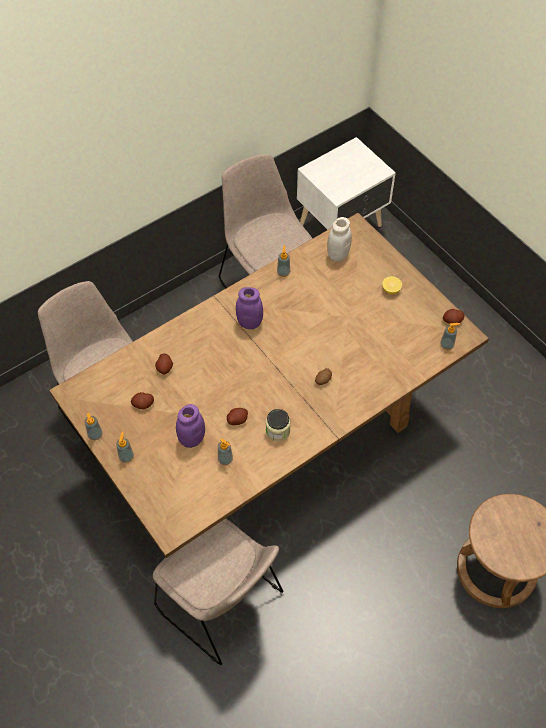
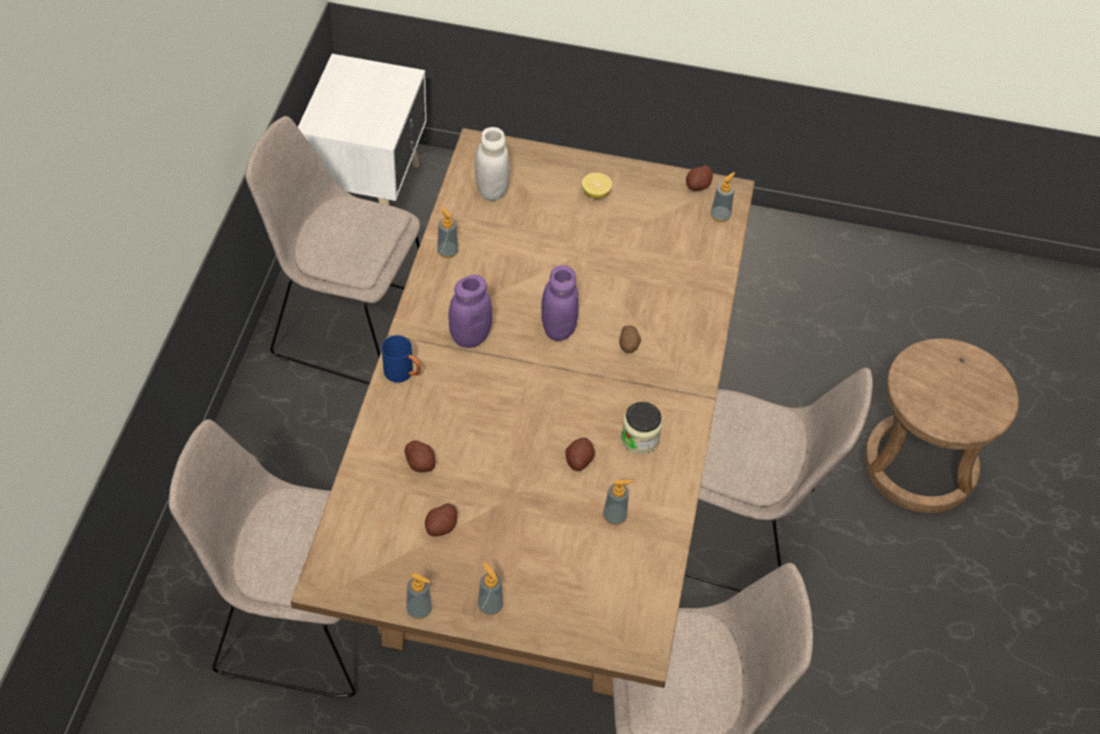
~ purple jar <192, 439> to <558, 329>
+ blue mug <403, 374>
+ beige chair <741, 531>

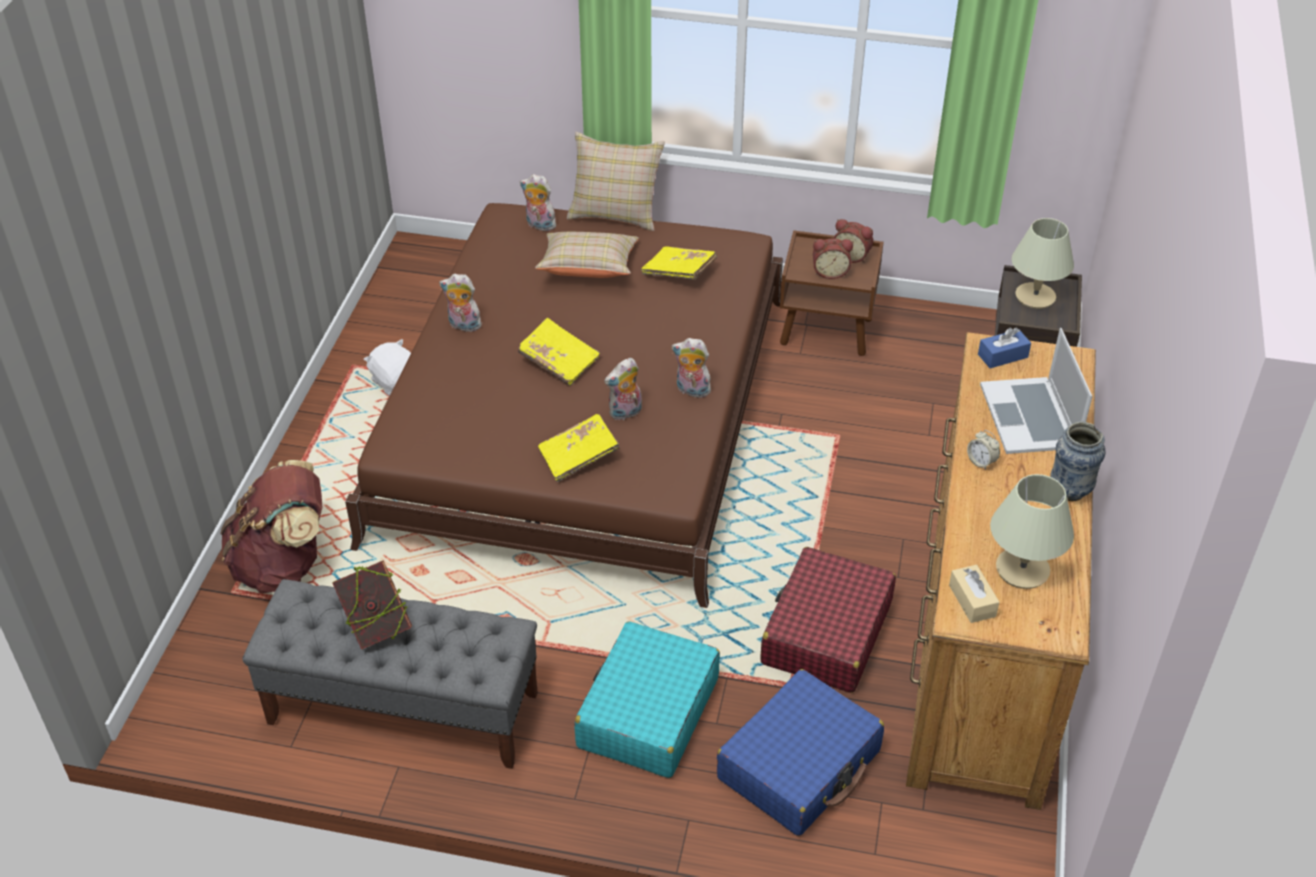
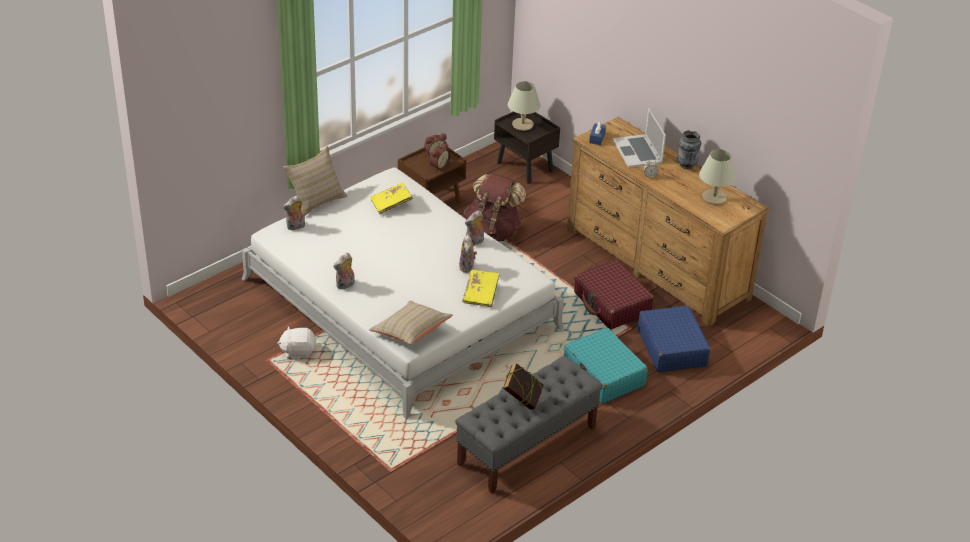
~ brown bed <583, 417> to white bed <400, 304>
~ beige pillow <588, 269> to <410, 332>
- yellow book <559, 361>
~ laptop <1030, 416> = <637, 151> 45 degrees clockwise
~ brown backpack <284, 565> to <492, 232>
- beige tissue box <972, 601>

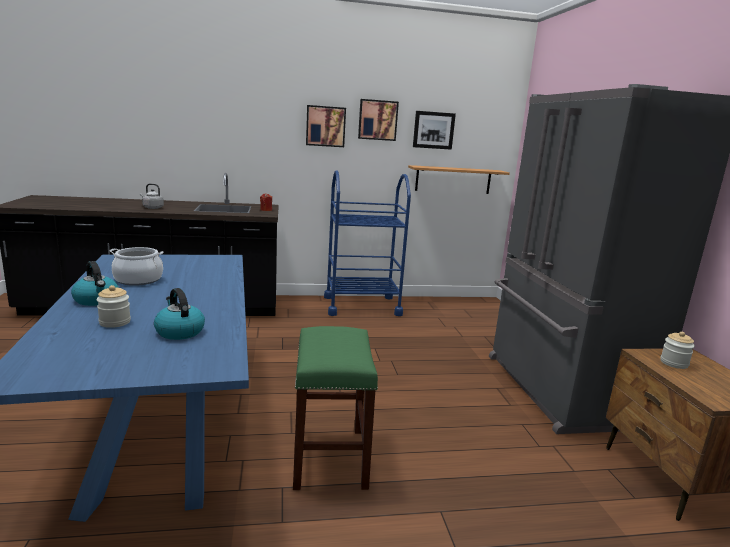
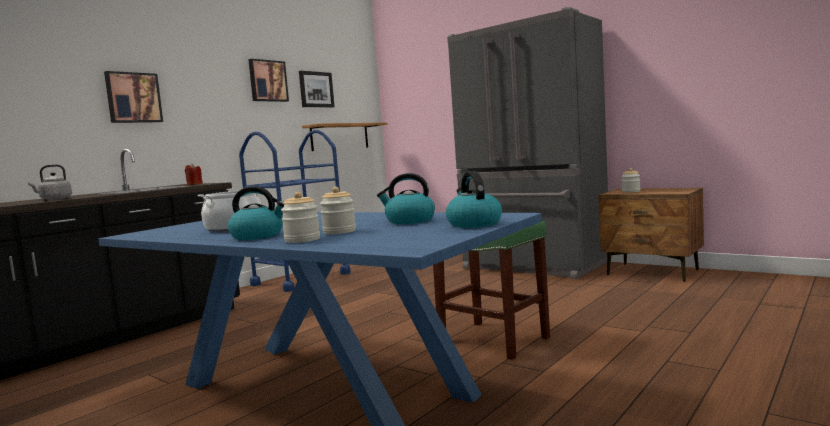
~ picture <325, 126> to <133, 98>
+ kettle <473, 224>
+ jar <302, 240>

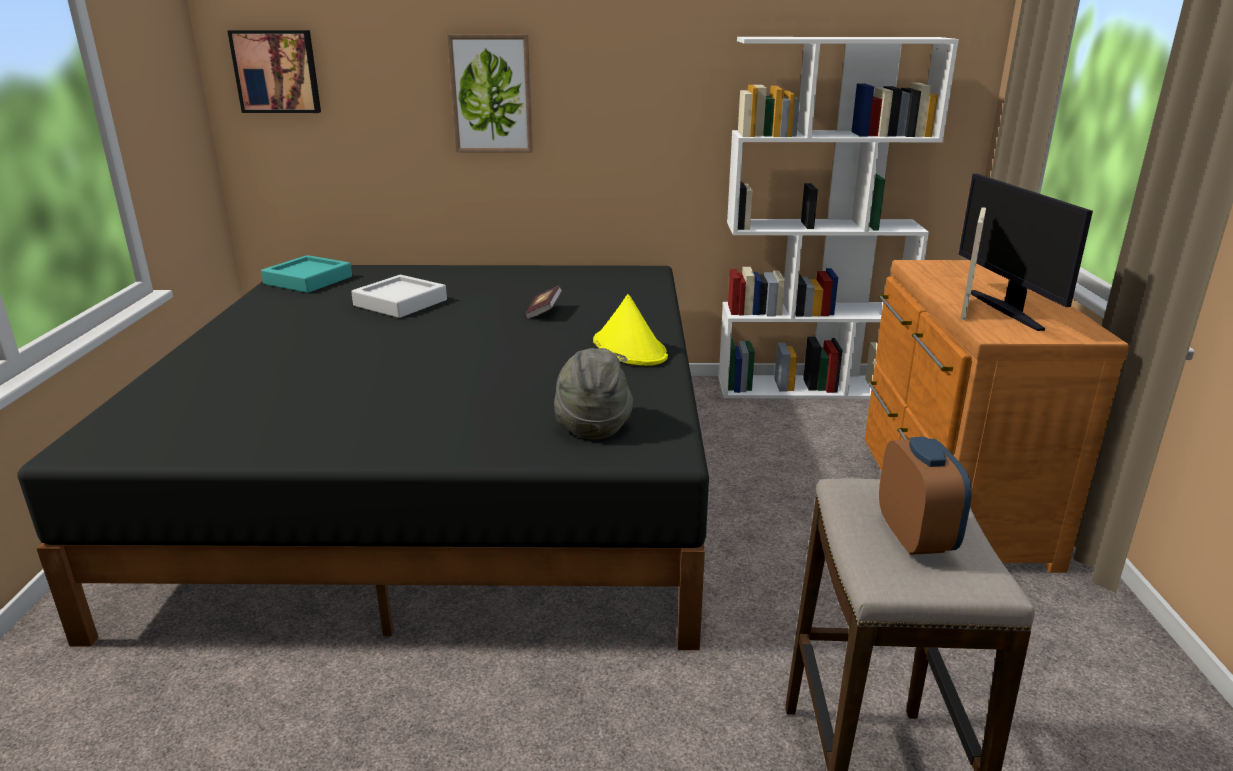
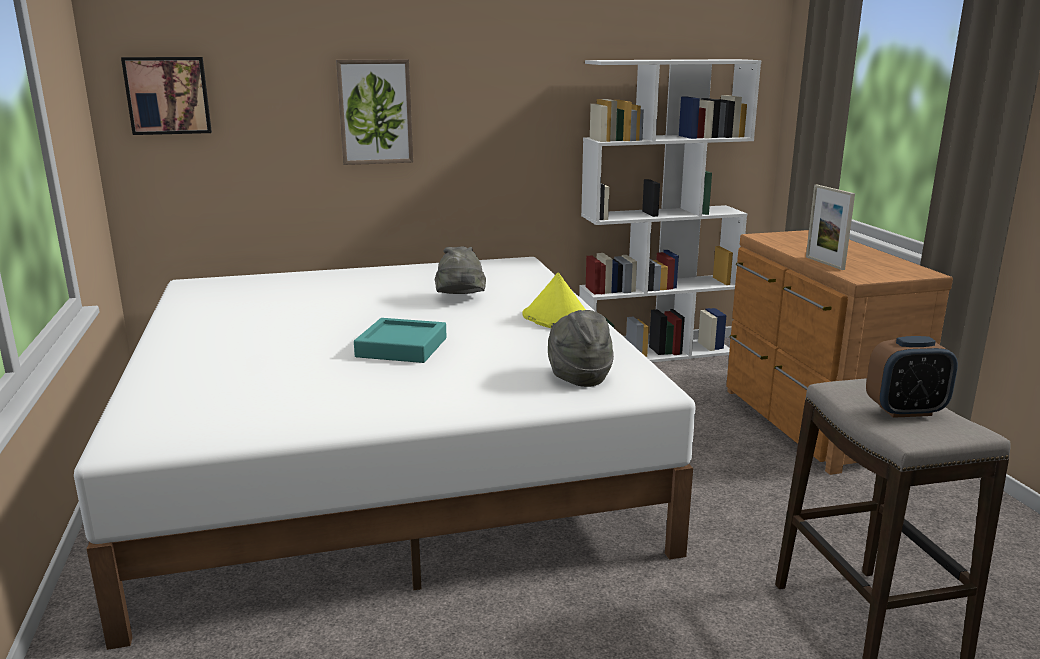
- monitor <1007, 310>
~ picture frame <965, 309> = <824, 263> 150 degrees clockwise
~ turquoise tray <308, 280> to <402, 347>
~ black bed <448, 476> to white bed <389, 457>
- grey tray <400, 303>
~ book <544, 312> to grey hat <460, 299>
~ alarm clock <915, 537> = <905, 411> 105 degrees clockwise

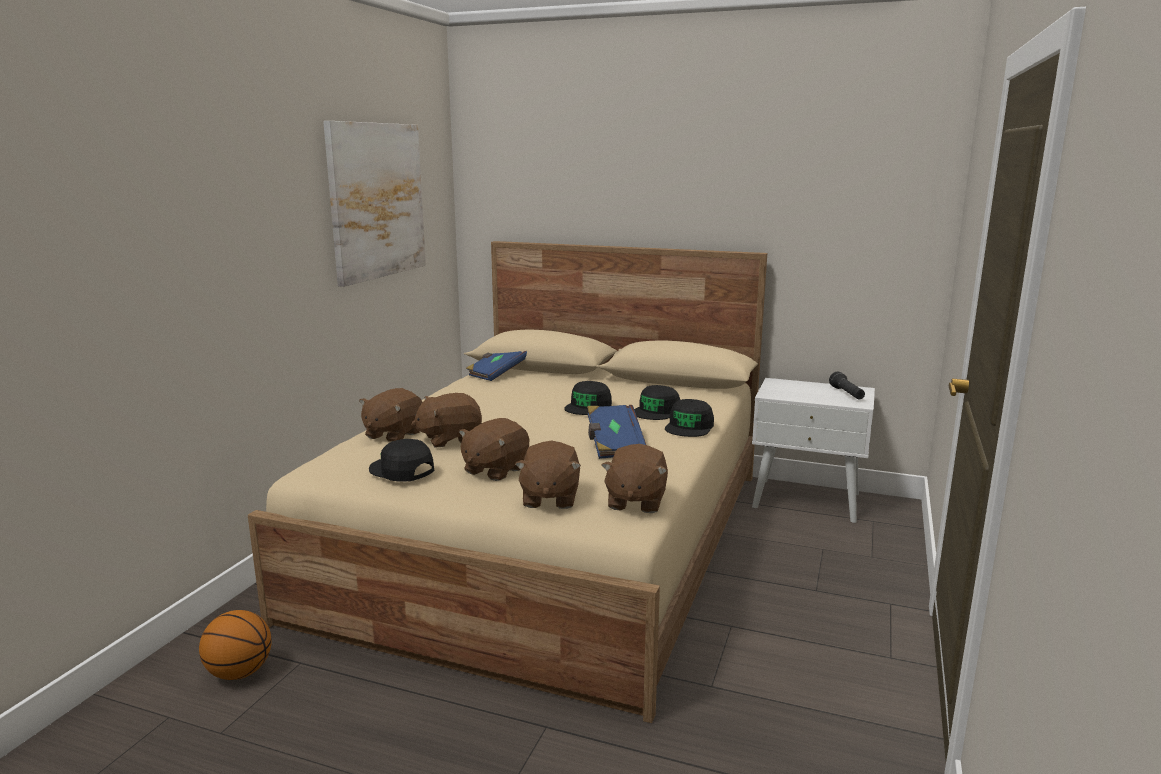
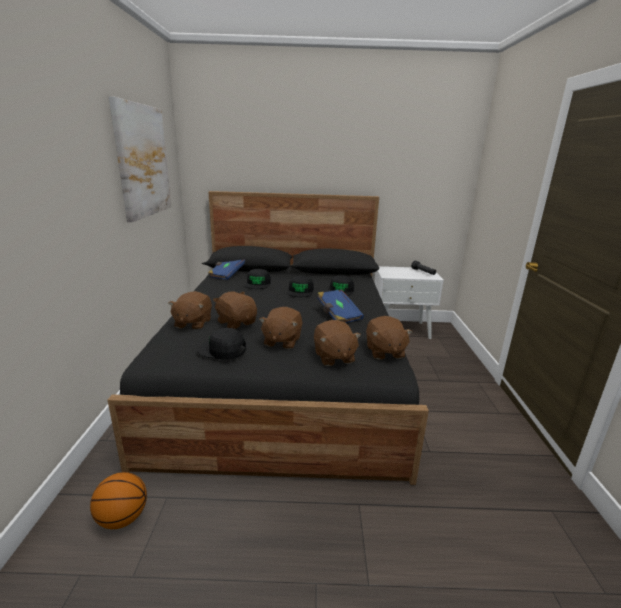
~ beige bed <554, 538> to black bed <285, 372>
~ brown plush toy <449, 439> = <236, 323> 90 degrees clockwise
~ black cap <689, 427> to <258, 284>

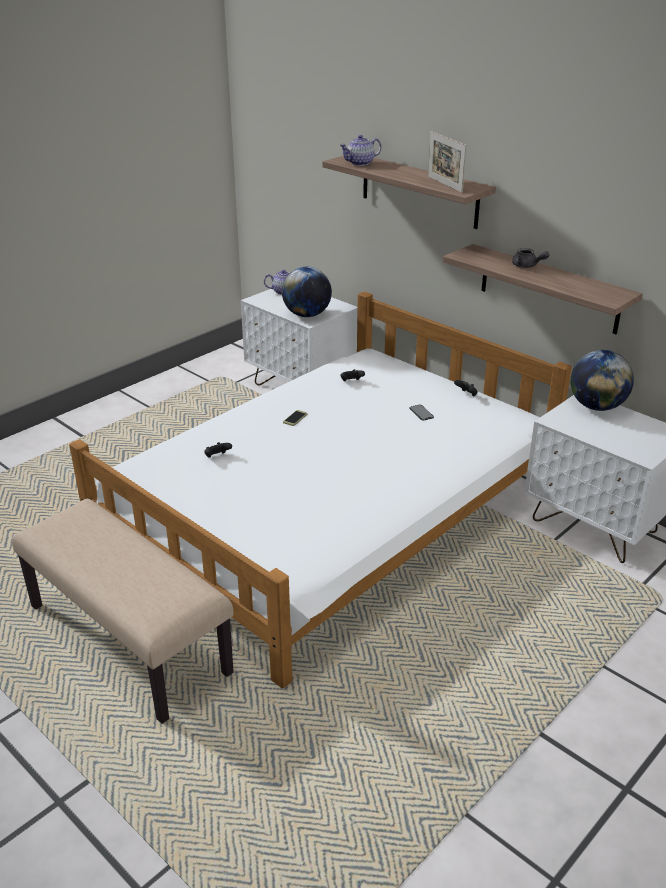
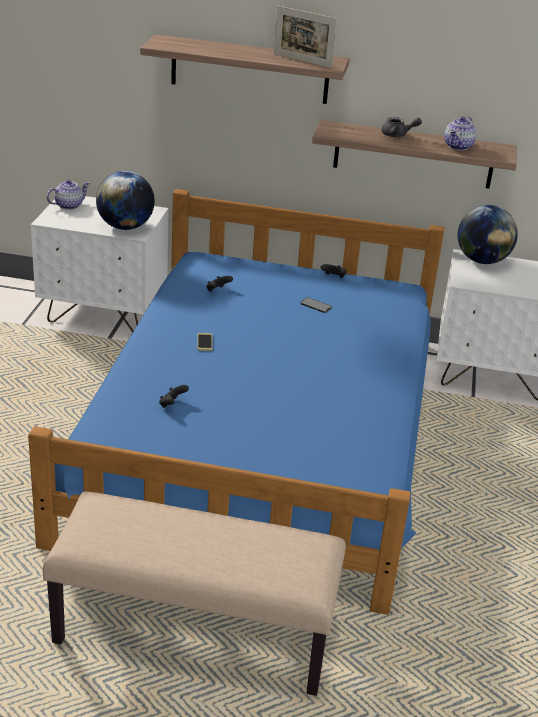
~ teapot <360, 163> to <458, 146>
~ white bed <330, 510> to blue bed <261, 432>

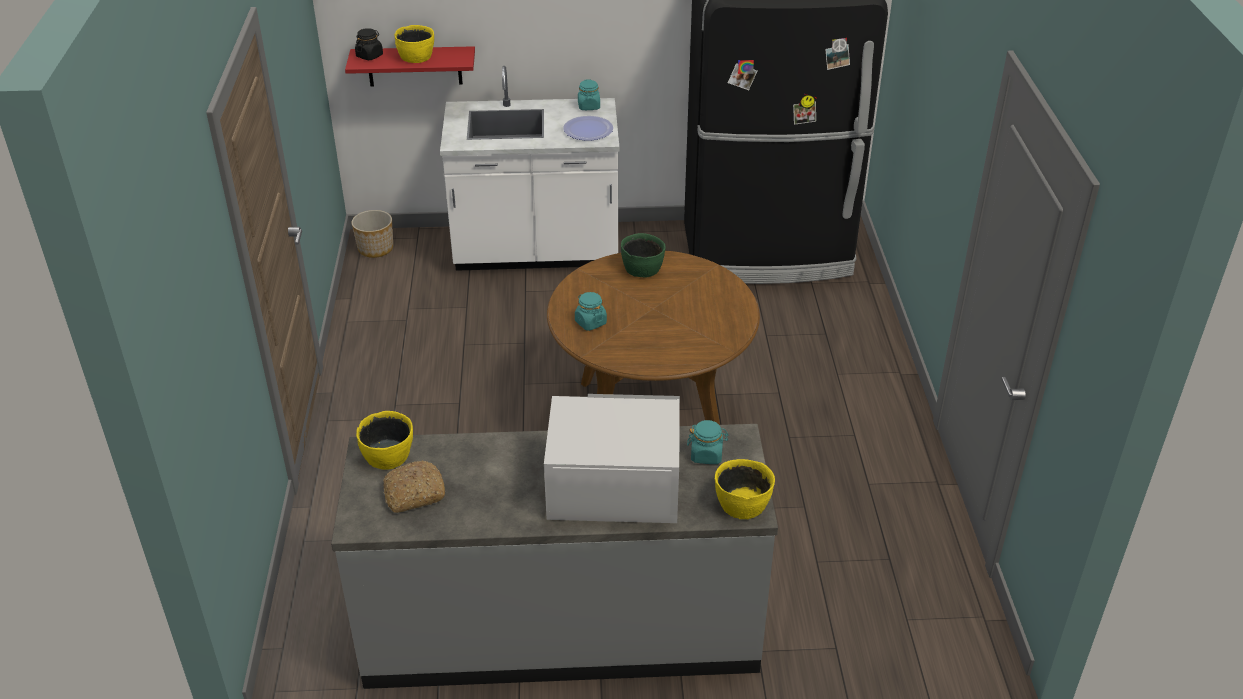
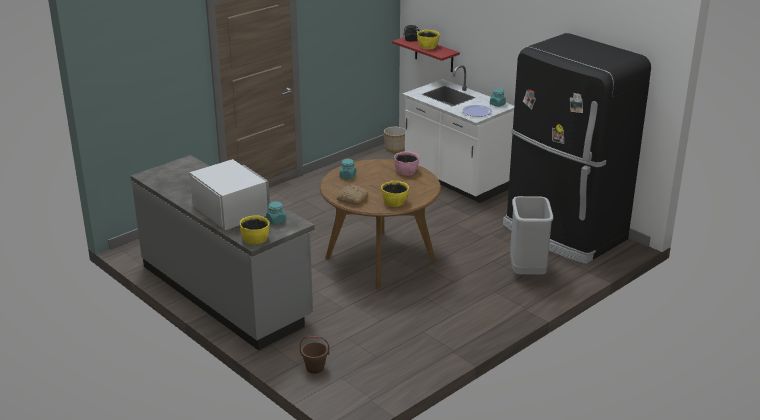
~ green bowl <642, 268> to pink bowl <406, 171>
~ yellow bowl <388, 455> to <395, 202>
~ bread <414, 494> to <352, 199>
+ grey trash can <526, 271>
+ brown bucket <315, 368>

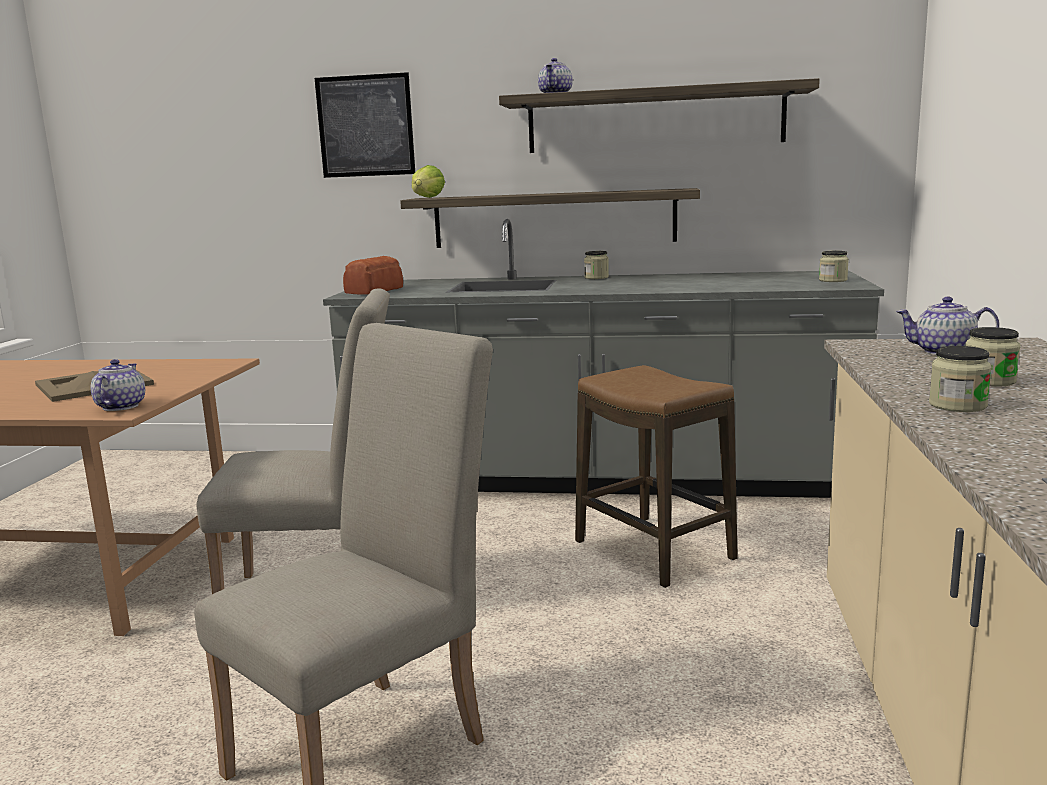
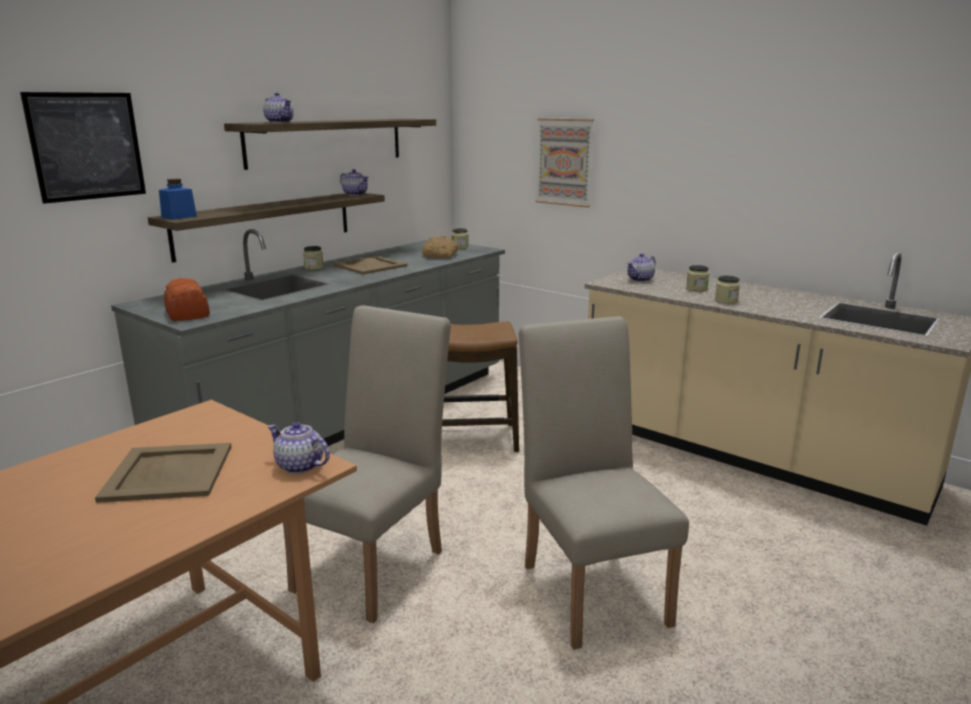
~ lettuce <427, 198> to blue jar <179, 217>
+ picture <564, 162>
+ teapot <355, 194>
+ bread <440, 255>
+ beige tray <370, 265>

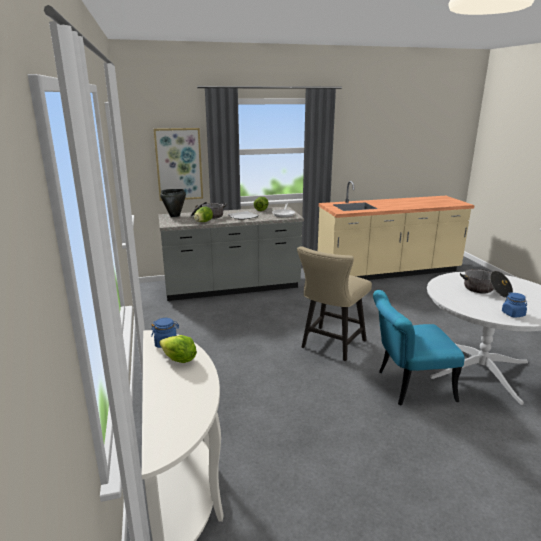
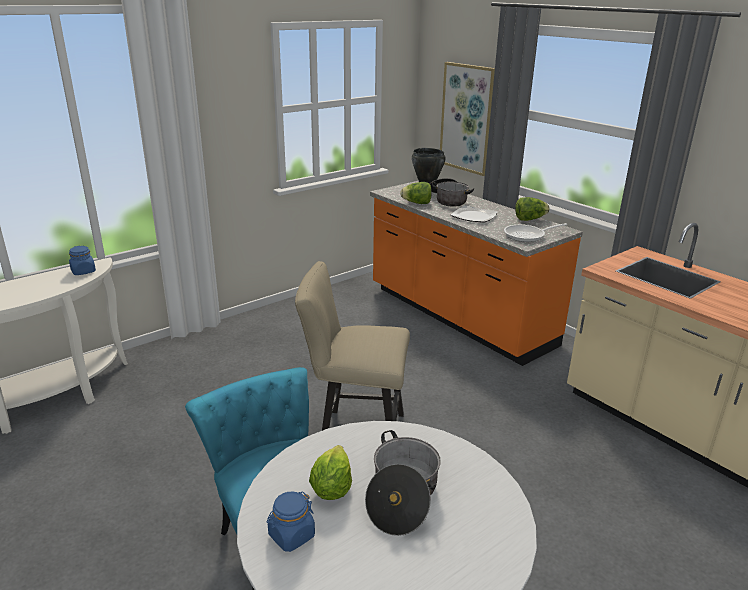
~ grey counter <232, 288> to orange counter <458, 317>
~ lettuce <179, 360> to <331, 488>

